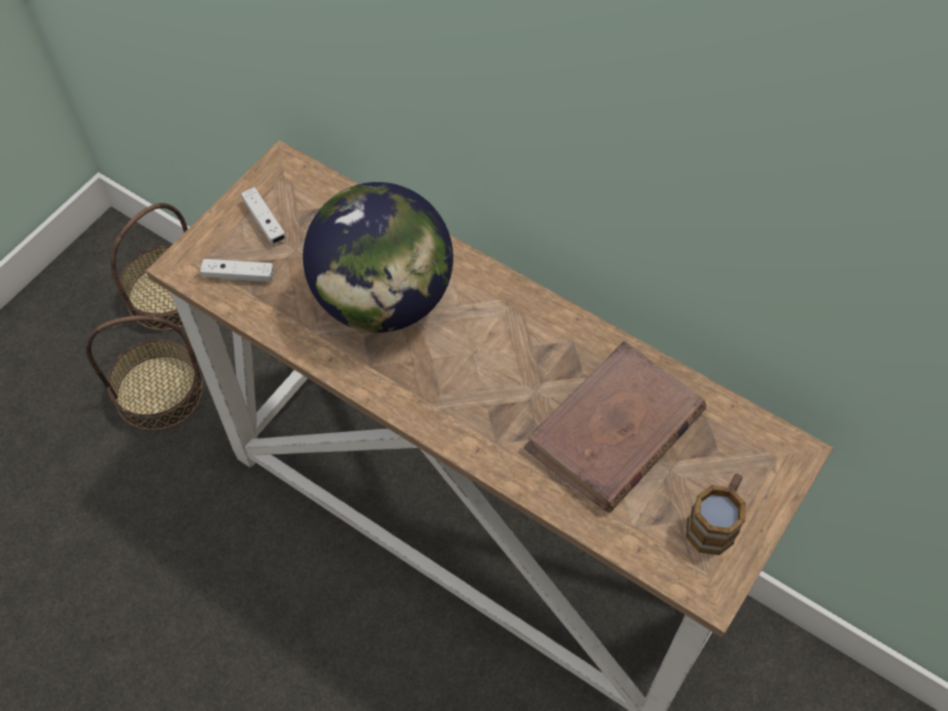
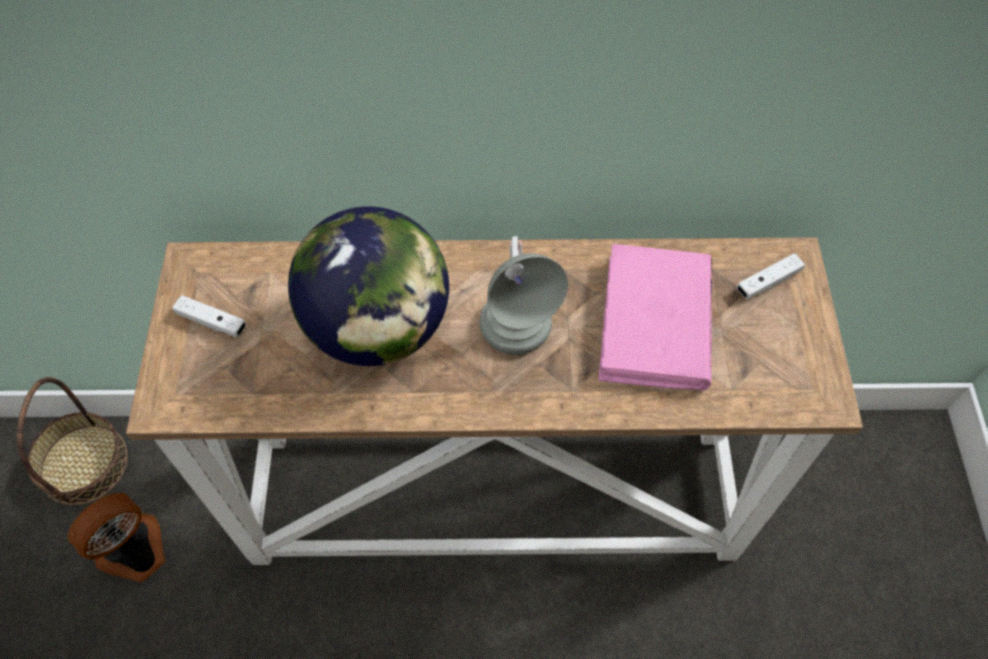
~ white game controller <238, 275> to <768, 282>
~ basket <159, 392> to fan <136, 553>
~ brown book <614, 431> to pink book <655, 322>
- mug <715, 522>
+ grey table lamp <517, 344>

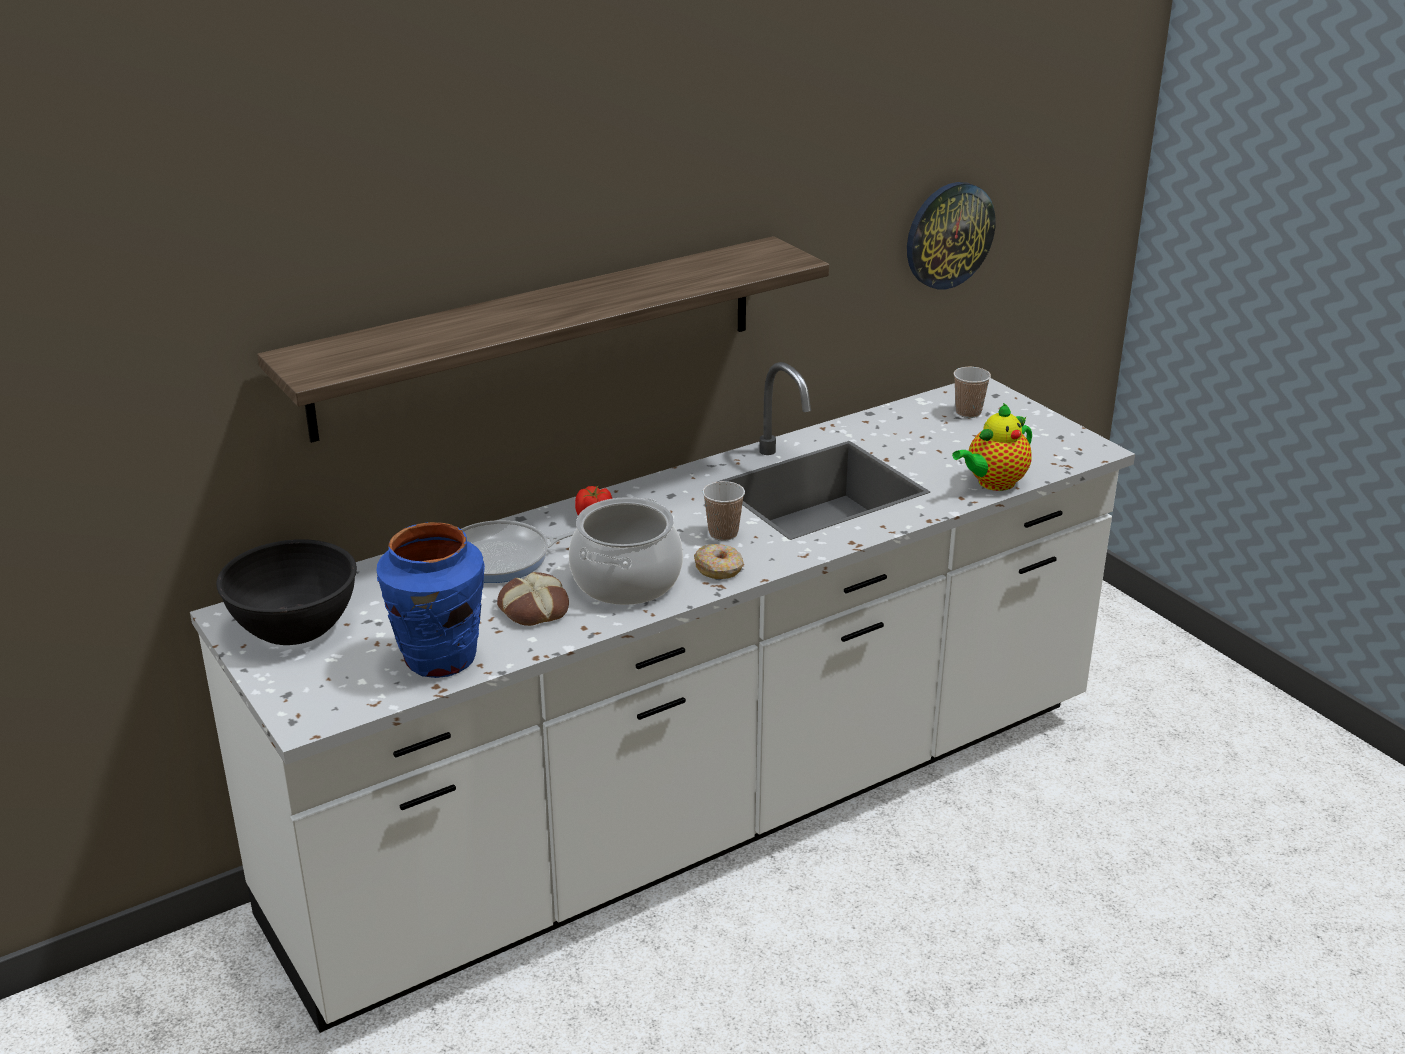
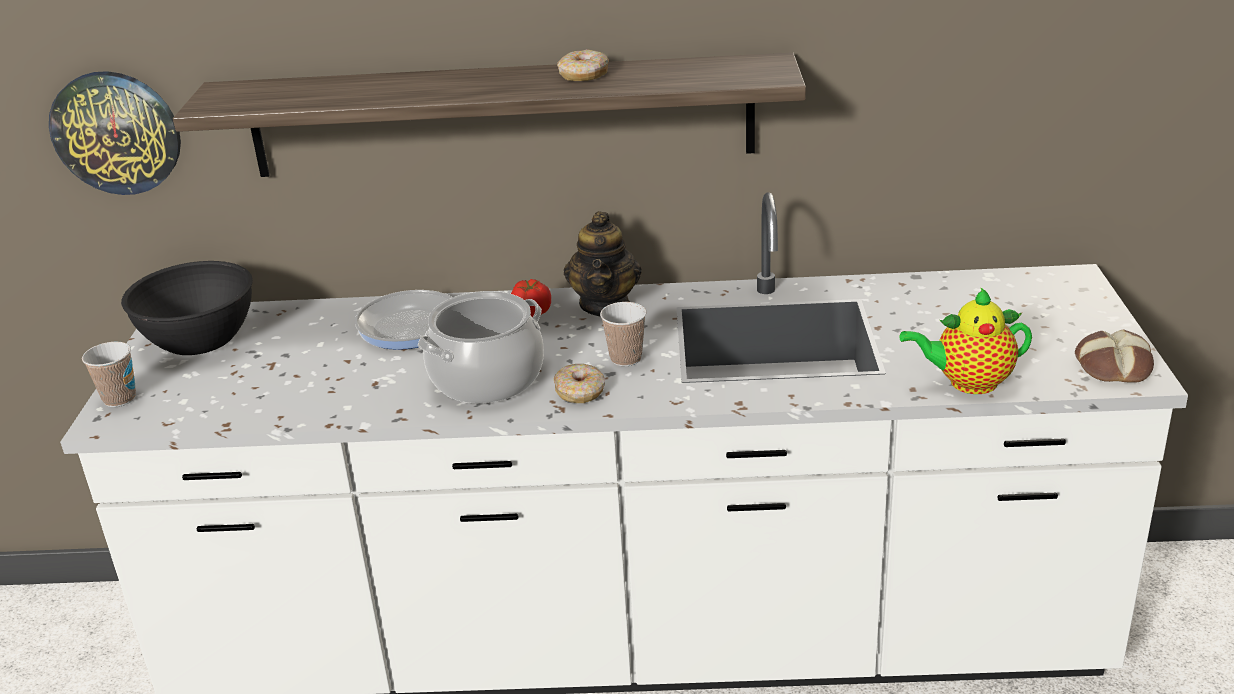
~ wall clock <948, 235> to <116, 132>
~ cup <968, 412> to <119, 399>
- blue vase <439, 659>
~ bread <533, 609> to <1112, 366>
+ donut <584, 75>
+ teapot <605, 305>

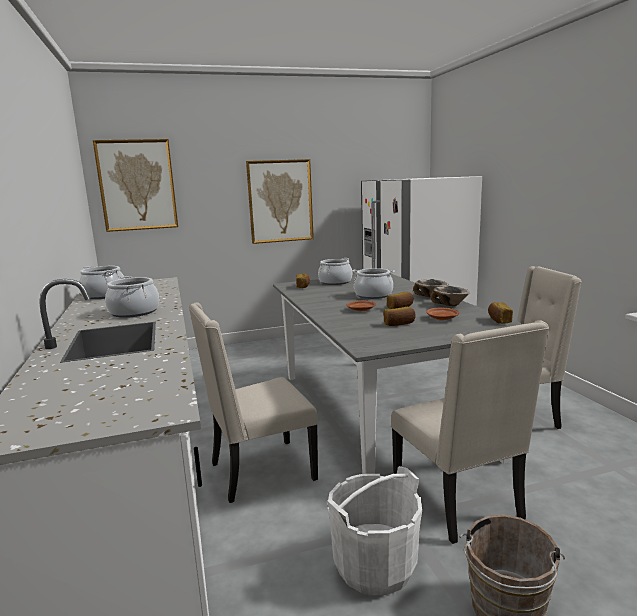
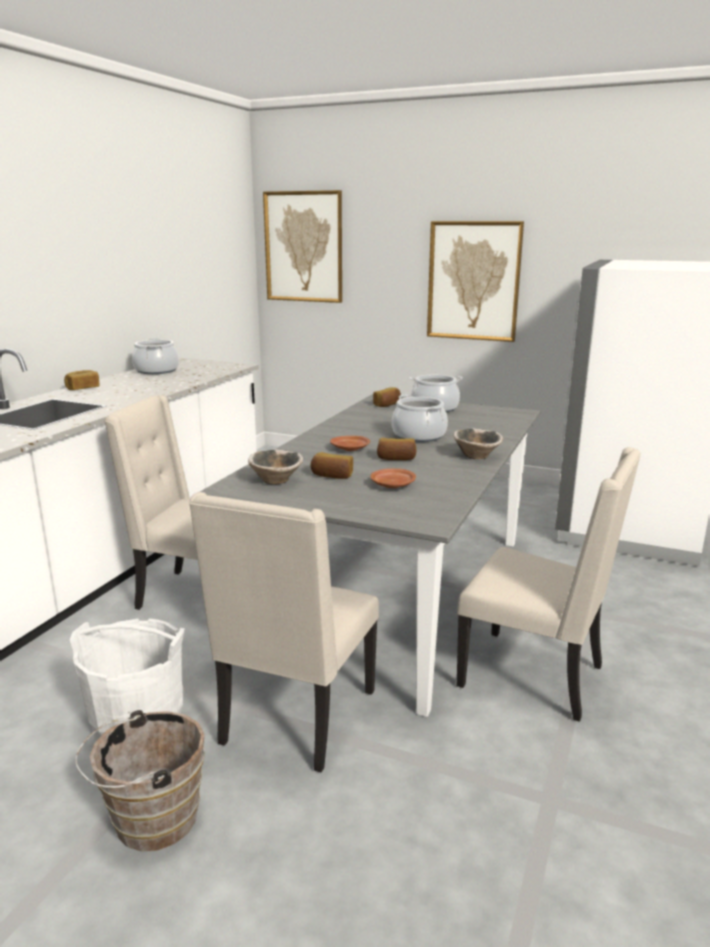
- cooking pot <134, 312>
~ bowl <450, 304> to <276, 480>
~ bread <498, 320> to <83, 388>

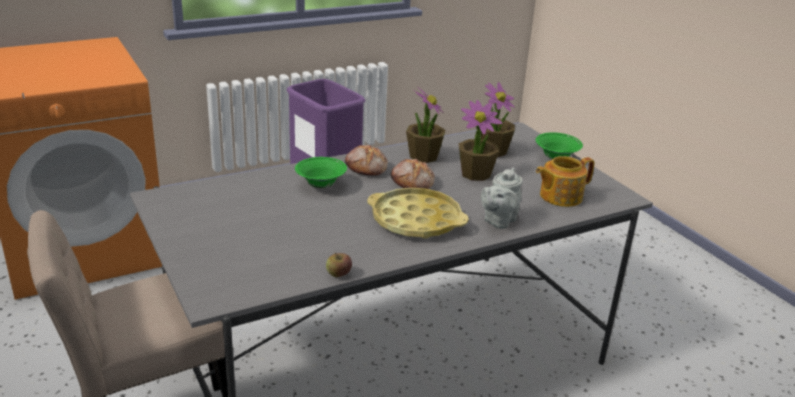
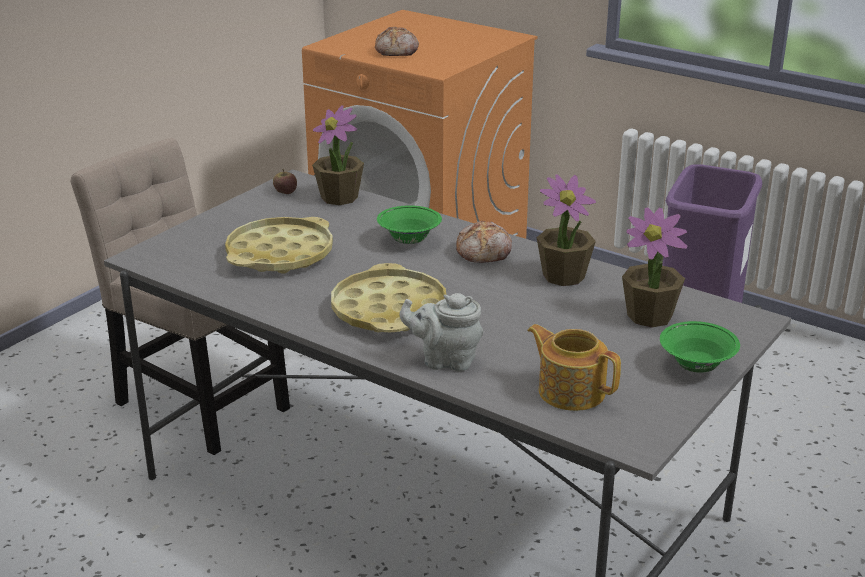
~ potted plant <475, 174> to <340, 197>
~ bread <412, 182> to <397, 51>
~ apple <338, 274> to <285, 192>
+ yellow tray <280, 254>

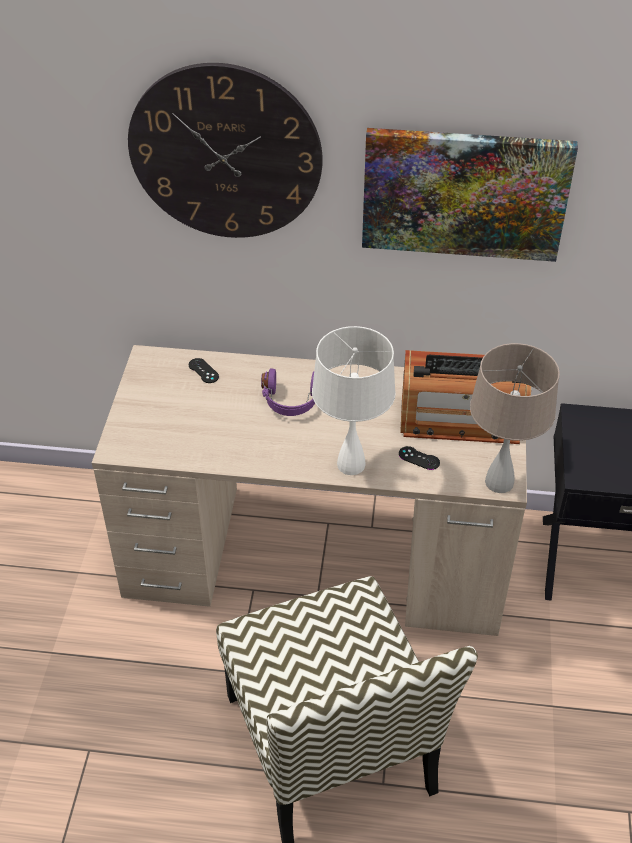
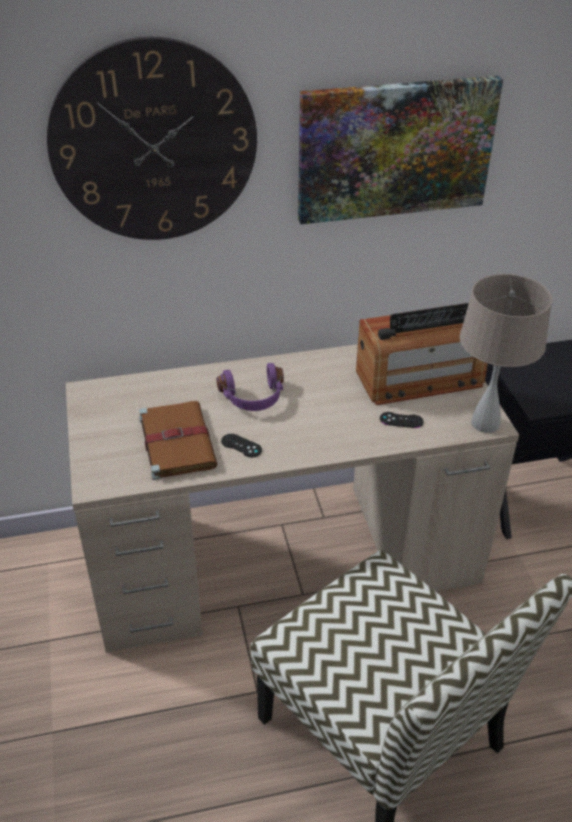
- white table lamp <350, 464>
~ black game controller <203, 371> to <241, 446>
+ brown book <176, 441>

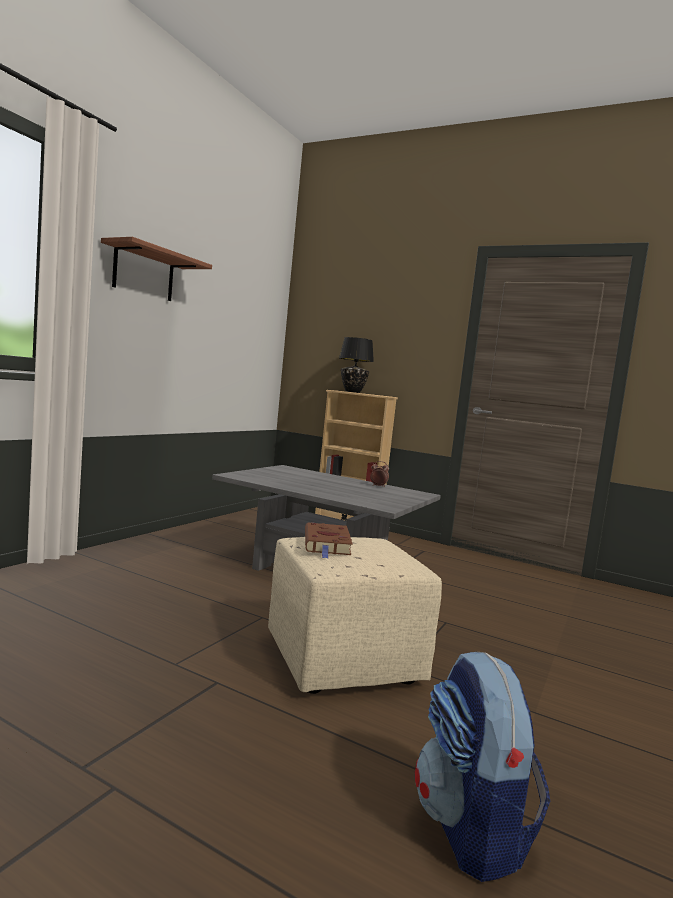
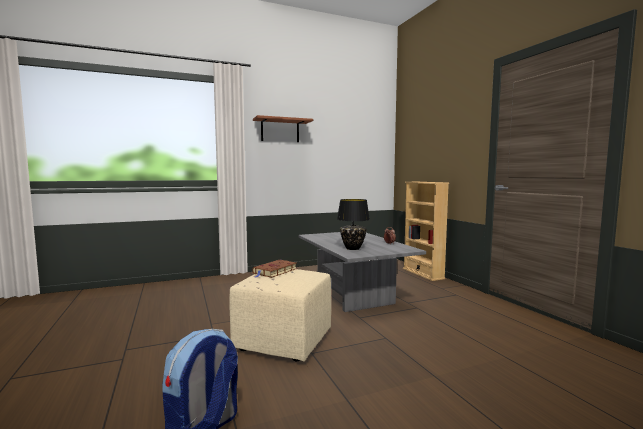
~ black table lamp <353, 392> to <353, 248>

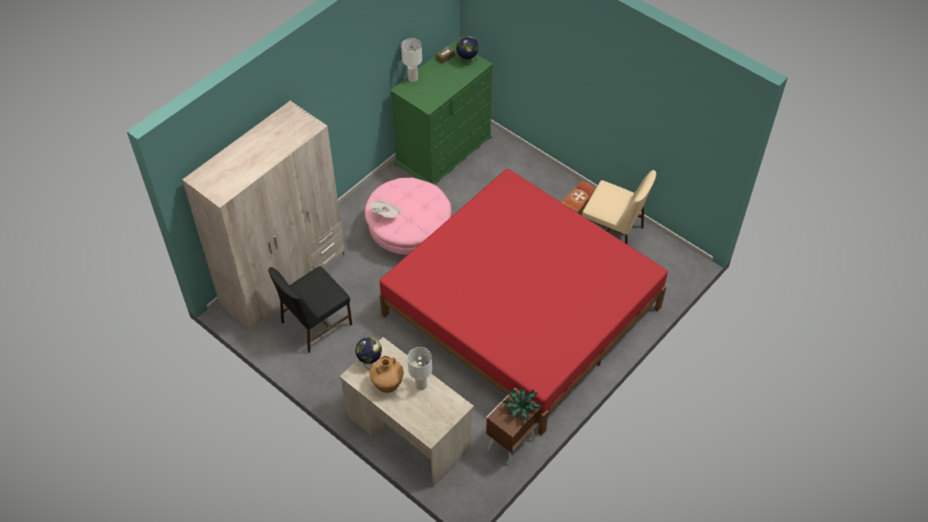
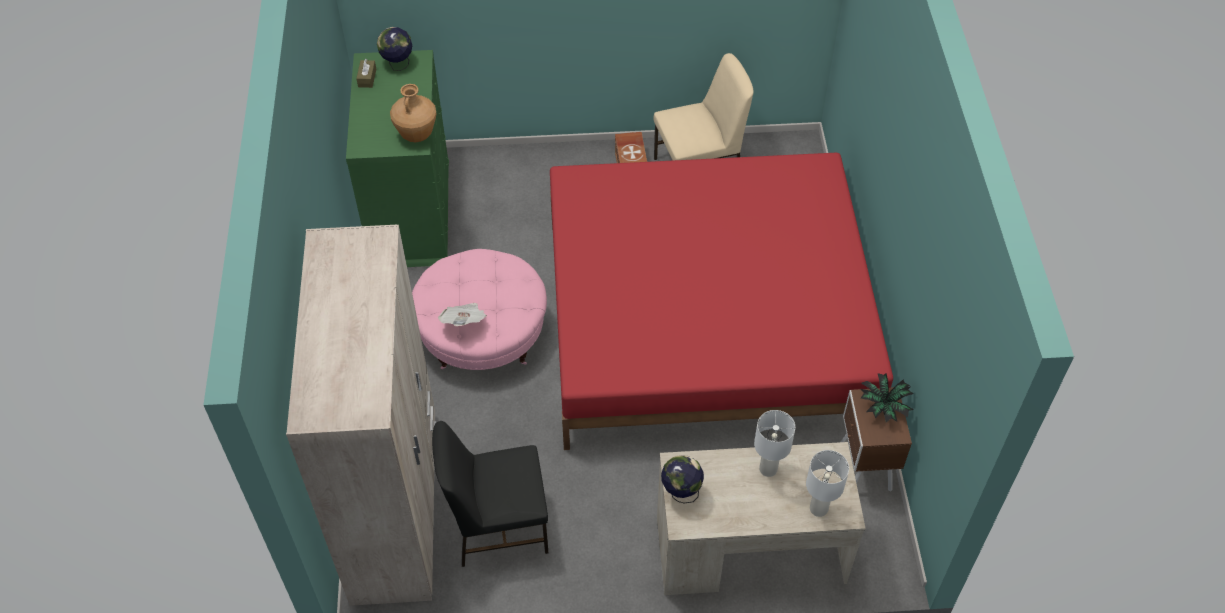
~ white table lamp <413, 78> to <818, 508>
~ black chair <315, 323> = <498, 524> 75 degrees clockwise
~ brown vase <387, 385> to <416, 135>

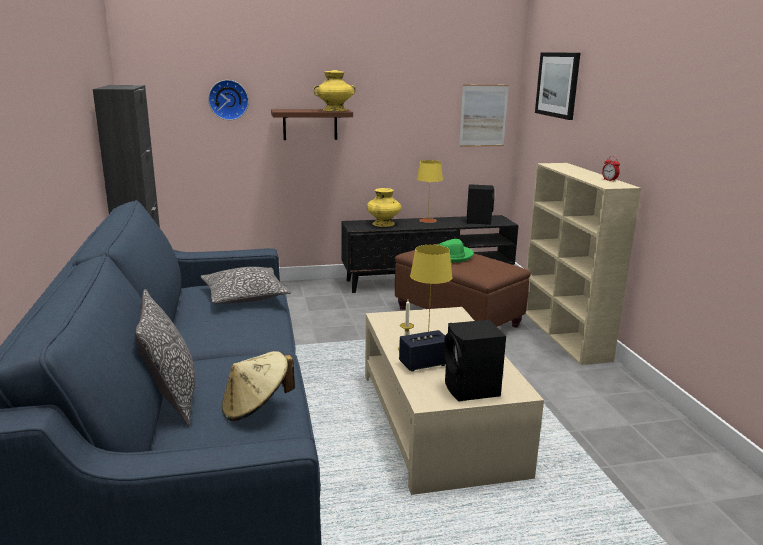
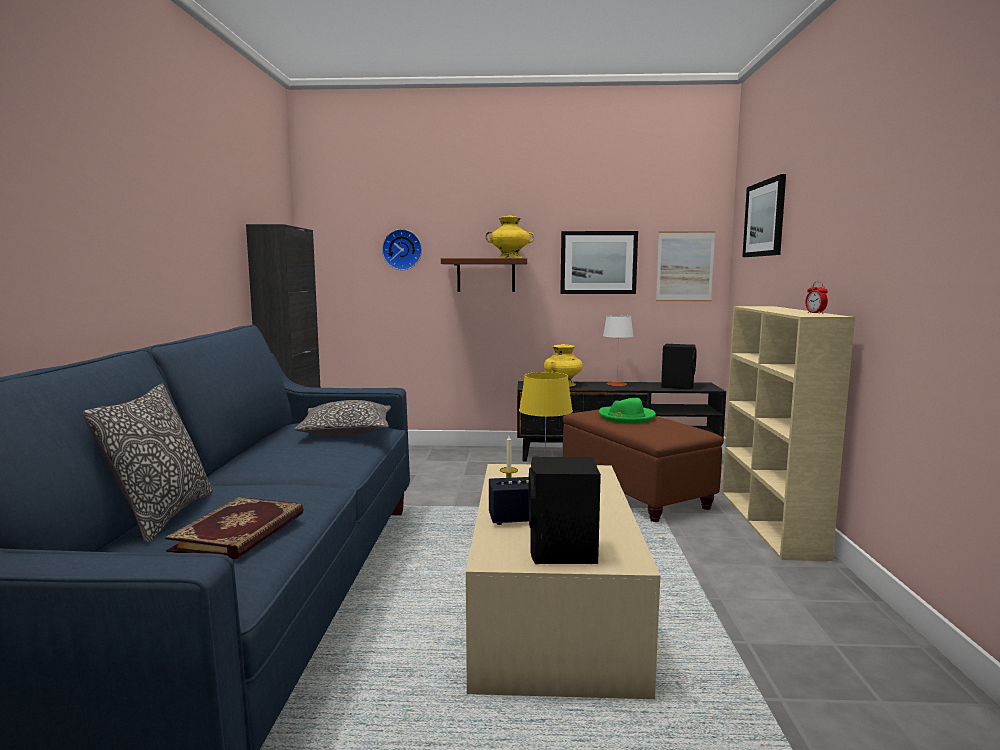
~ yellow table lamp <427, 220> to white table lamp <616, 384>
~ beige hat <256, 407> to book <241, 532>
+ picture <598, 262>

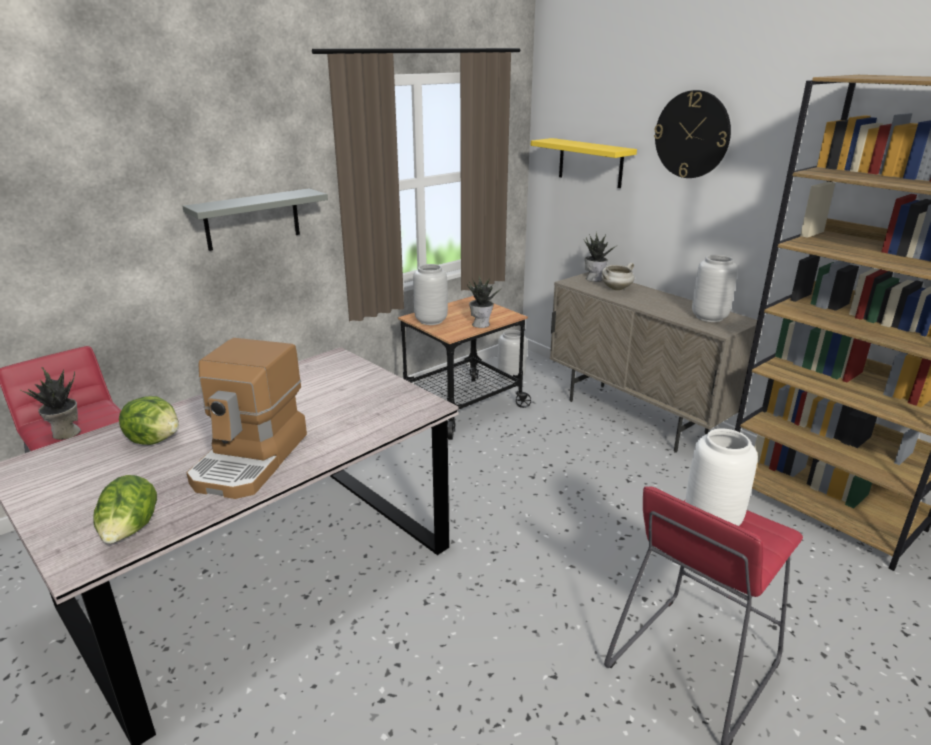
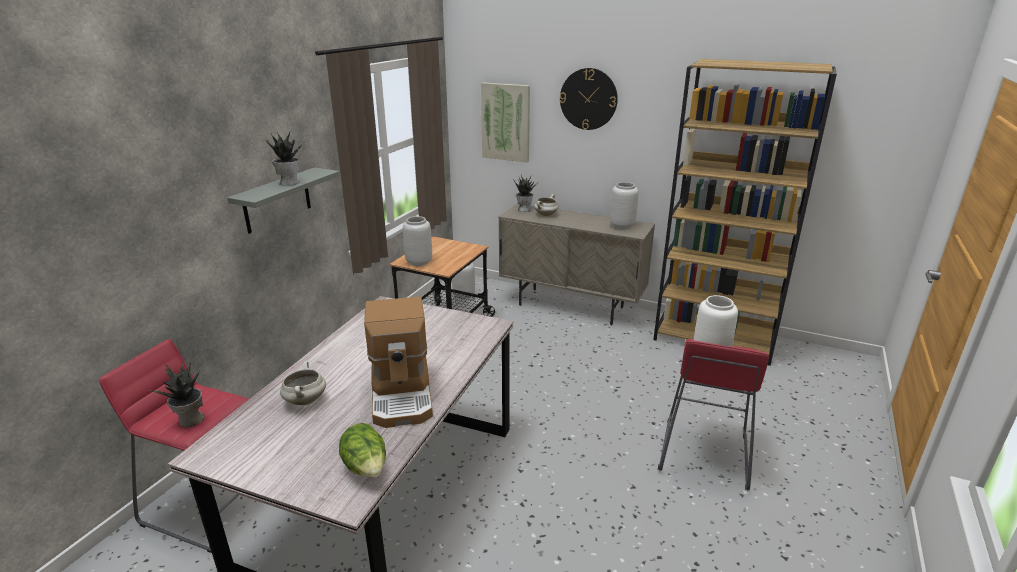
~ yellow shelf <590, 163> to picture <506, 122>
~ potted plant <481, 324> to <289, 182>
~ lettuce <155, 439> to white cooking pot <305, 400>

